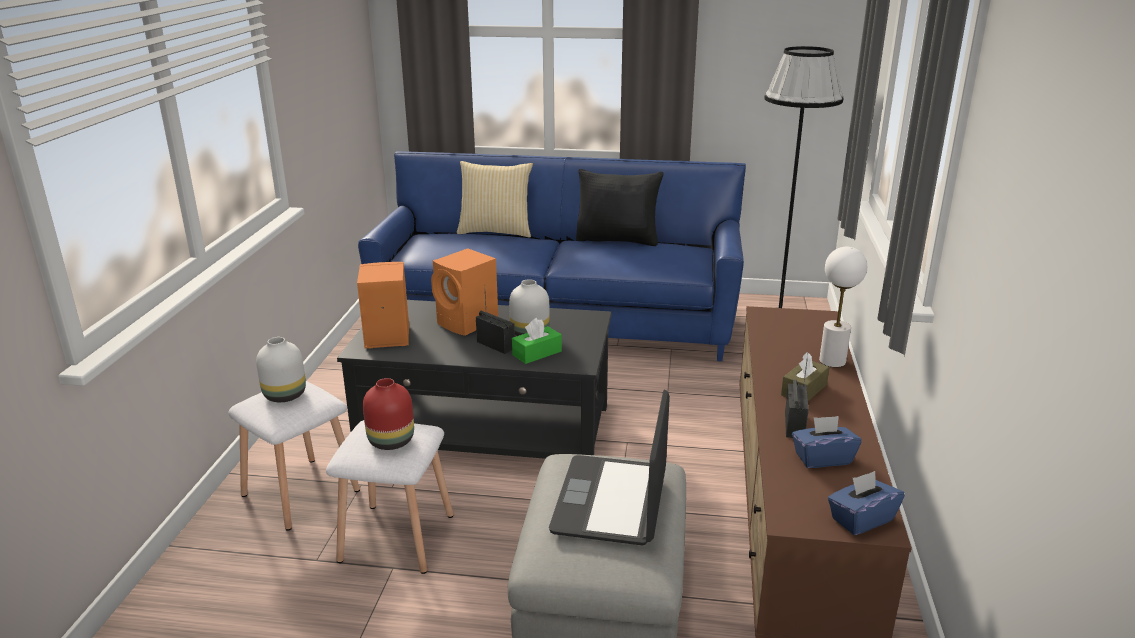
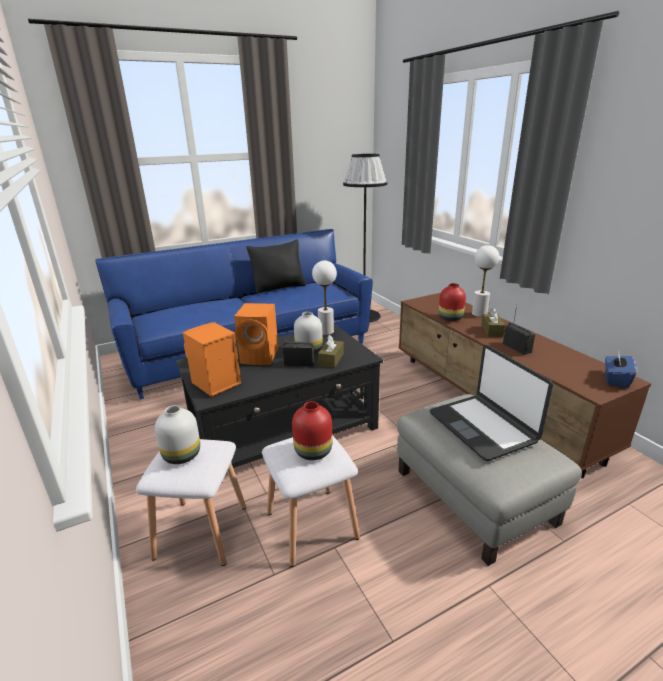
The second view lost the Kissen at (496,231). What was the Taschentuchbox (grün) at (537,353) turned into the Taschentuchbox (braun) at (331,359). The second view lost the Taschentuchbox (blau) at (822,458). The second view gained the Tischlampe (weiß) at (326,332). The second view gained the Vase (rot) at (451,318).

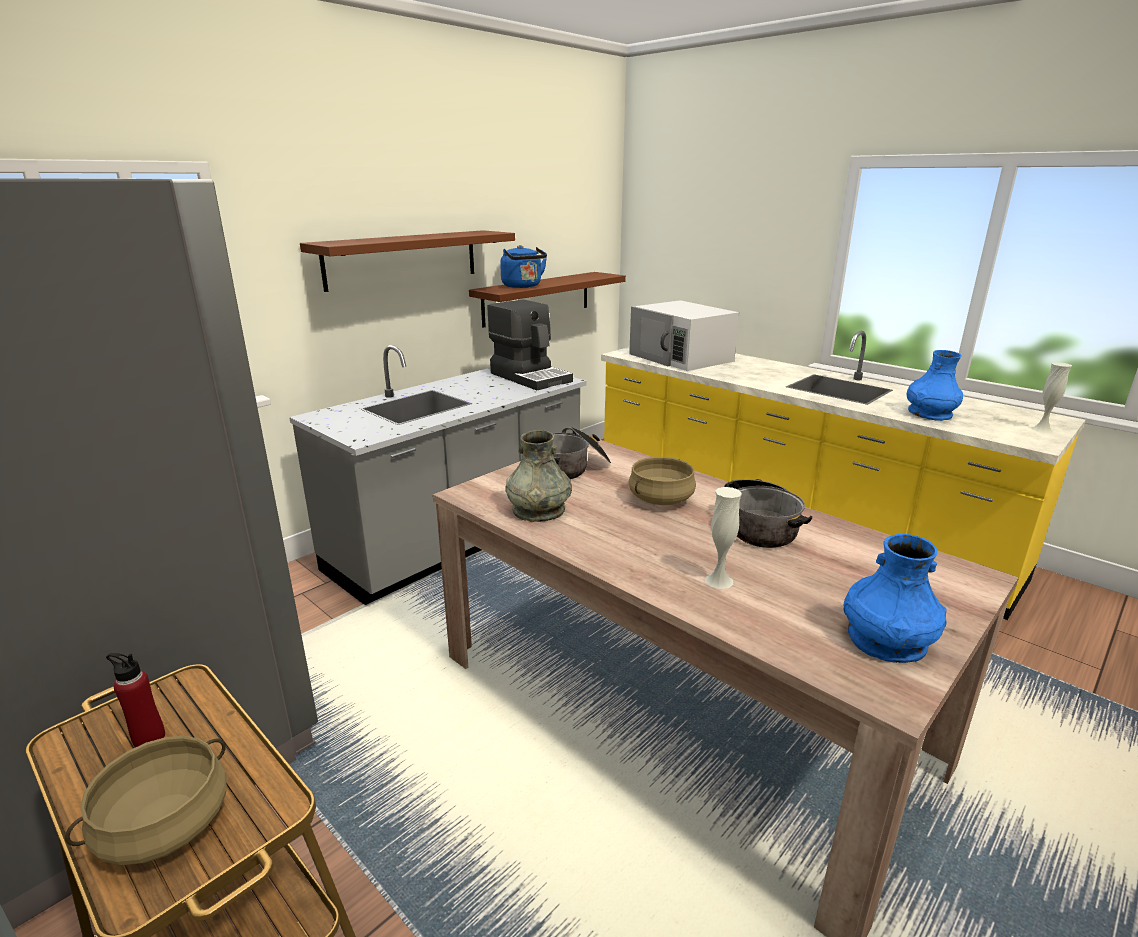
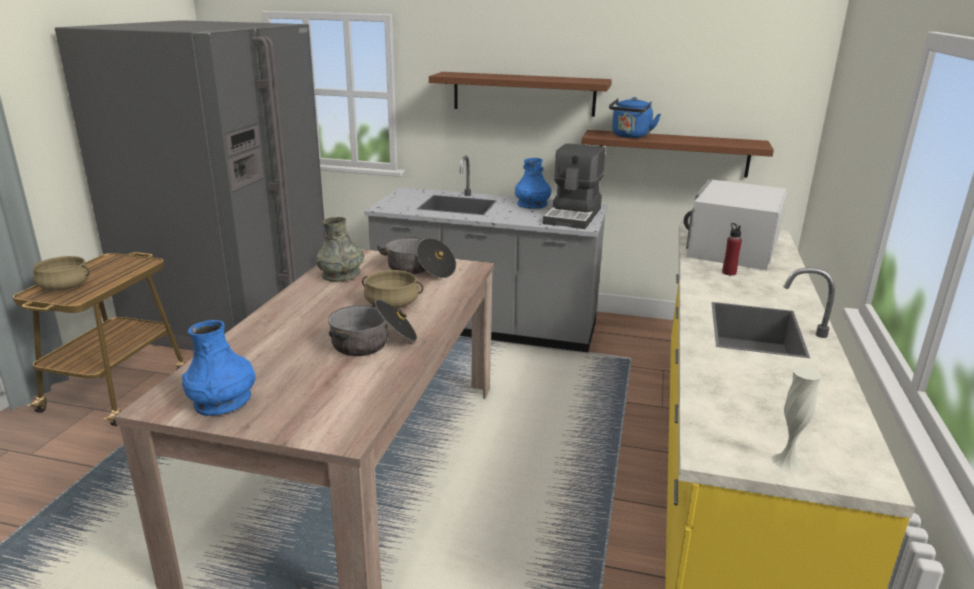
The Flasche (rot) ended up elsewhere, having gone from (149,738) to (729,273). The second view lost the Vase (weiß) at (719,580). The Vase (blau) ended up elsewhere, having gone from (929,413) to (532,204).

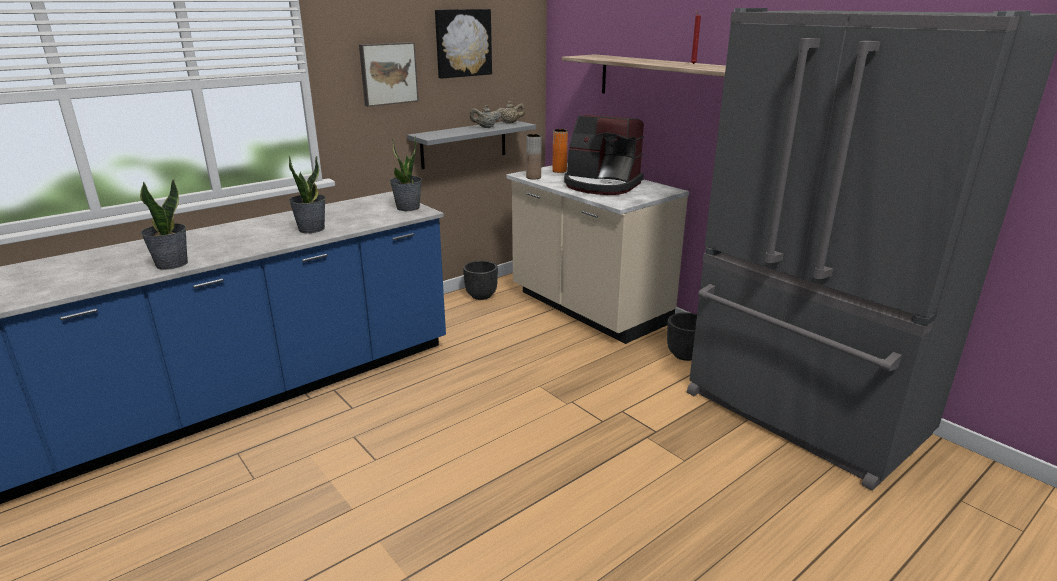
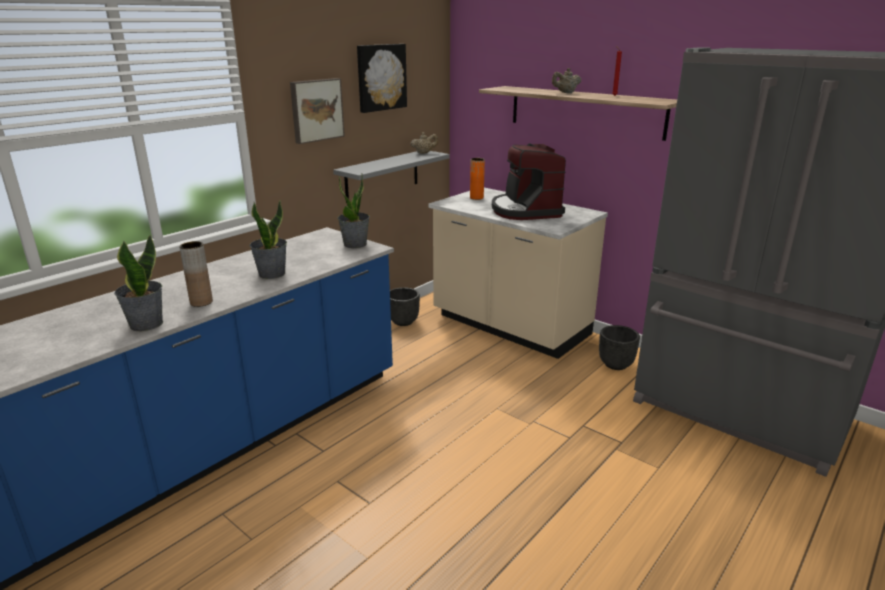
The Teekanne (beige) ended up elsewhere, having gone from (485,127) to (565,93). The Vase (braun) ended up elsewhere, having gone from (533,177) to (201,302). The Kaffeemaschine at (601,185) ended up facing another way, 60 degrees clockwise from before.

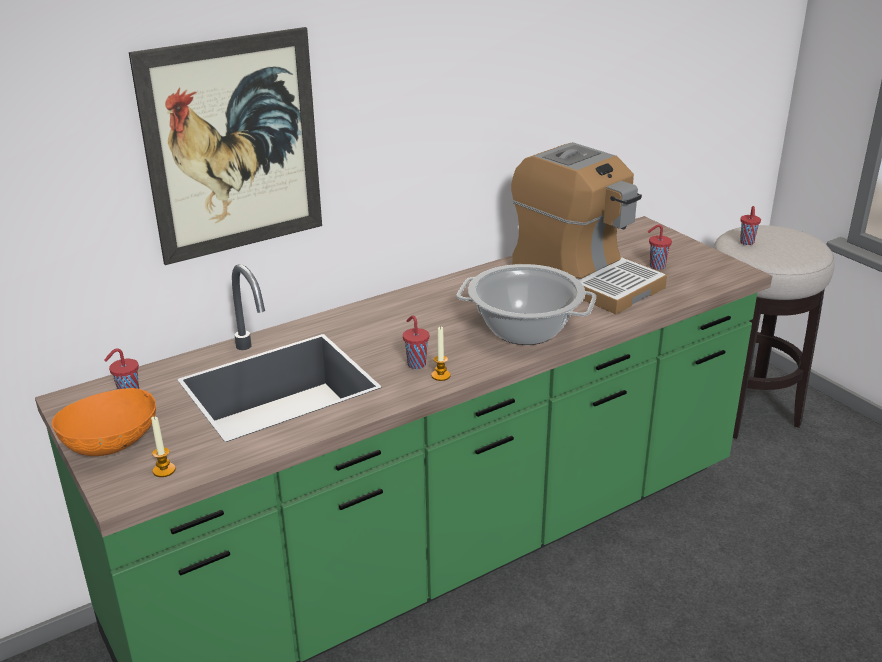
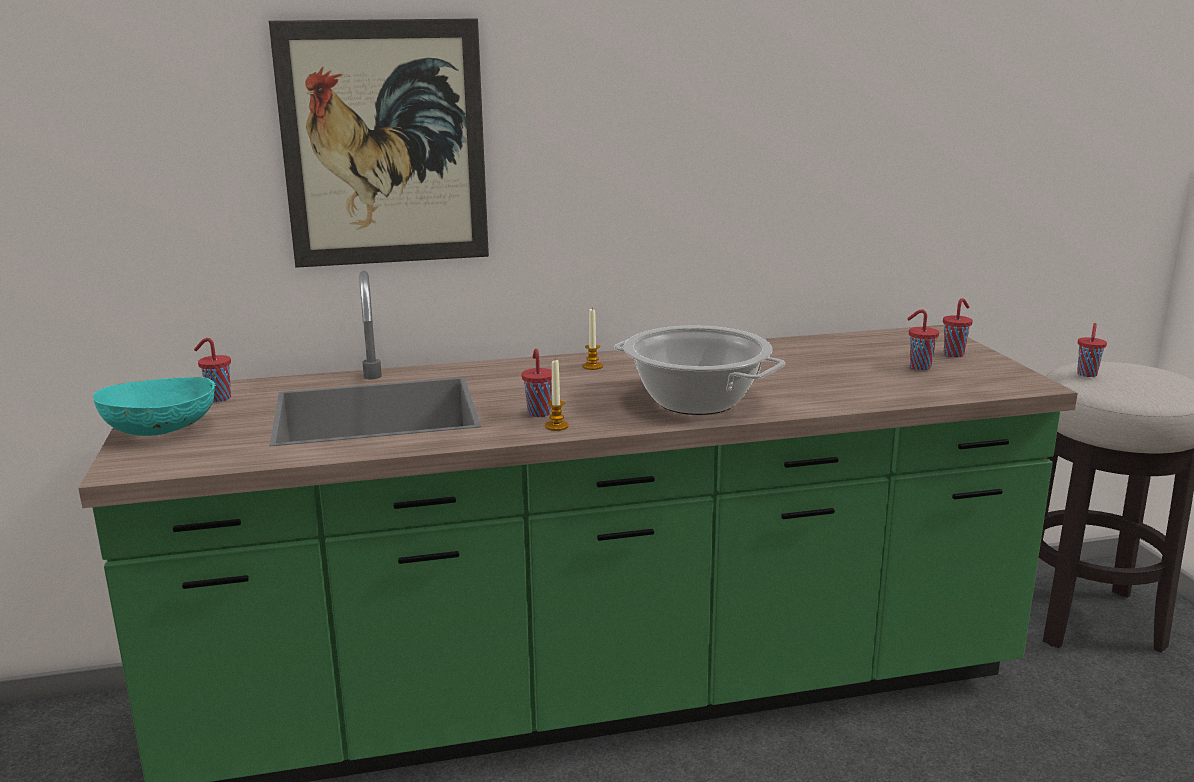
What was the Schüssel (orange) at (111,443) turned into the Schüssel (türkis) at (161,430). The Kerze ended up elsewhere, having gone from (164,470) to (592,366). The second view lost the Kaffeemaschine at (583,277). The second view gained the Tasse (rot) at (954,354).

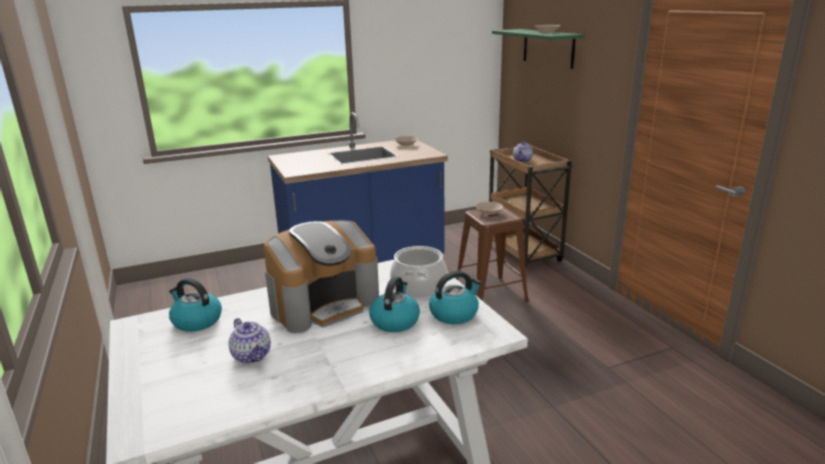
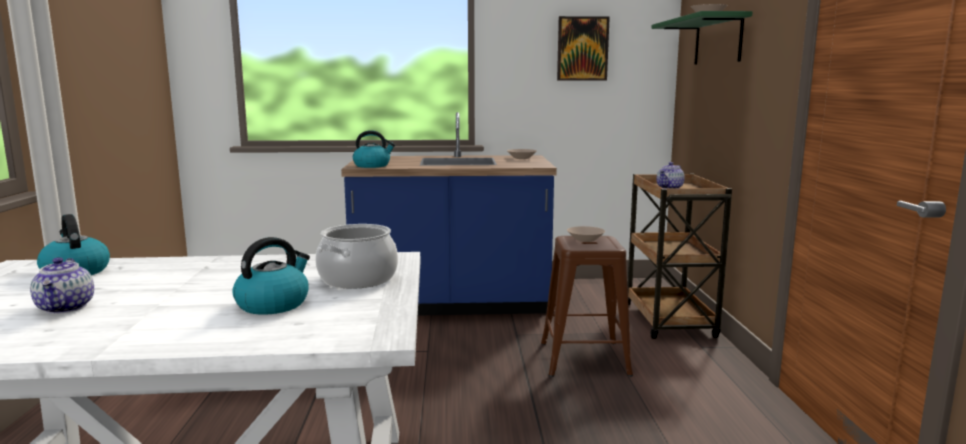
The second view lost the Kaffeemaschine at (324,304). The Wasserkessel ended up elsewhere, having gone from (454,314) to (372,165). The second view gained the Bild at (582,48).

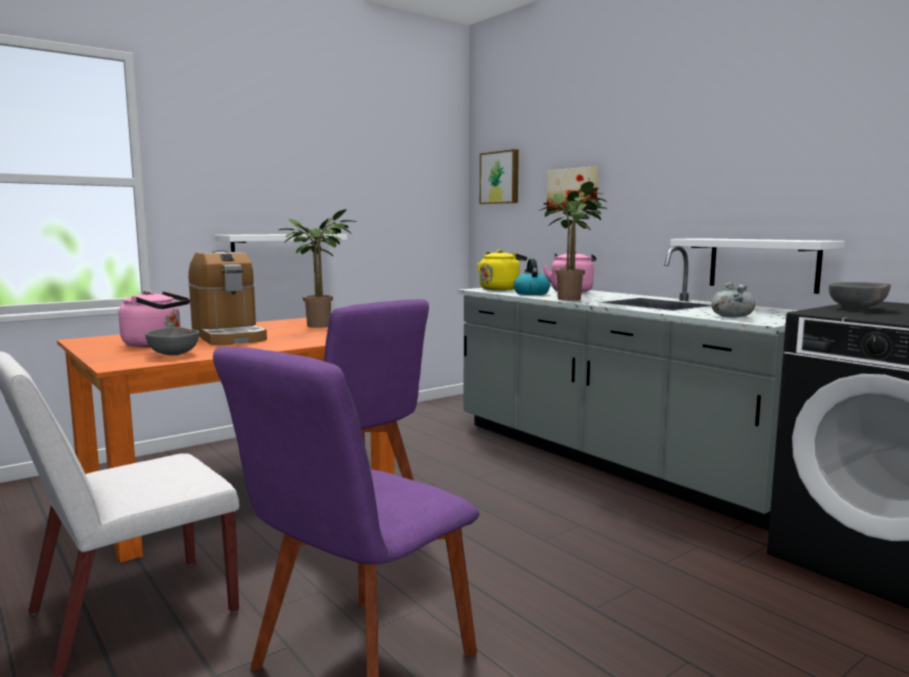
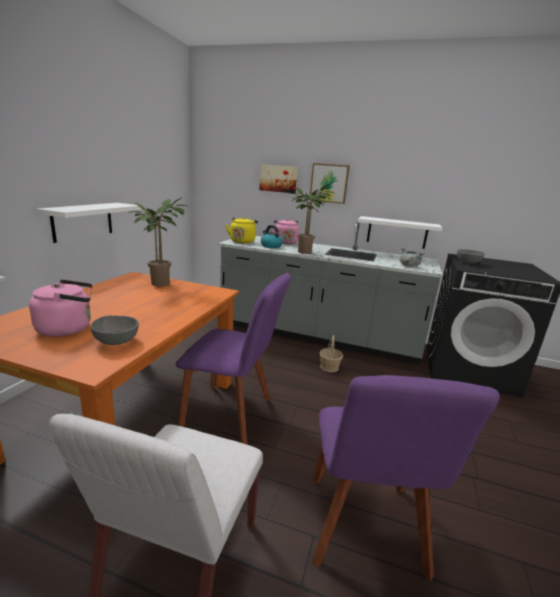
The second view lost the Kaffeemaschine at (228,336). The Bild ended up elsewhere, having gone from (500,177) to (329,183). The second view gained the Korb at (329,367).

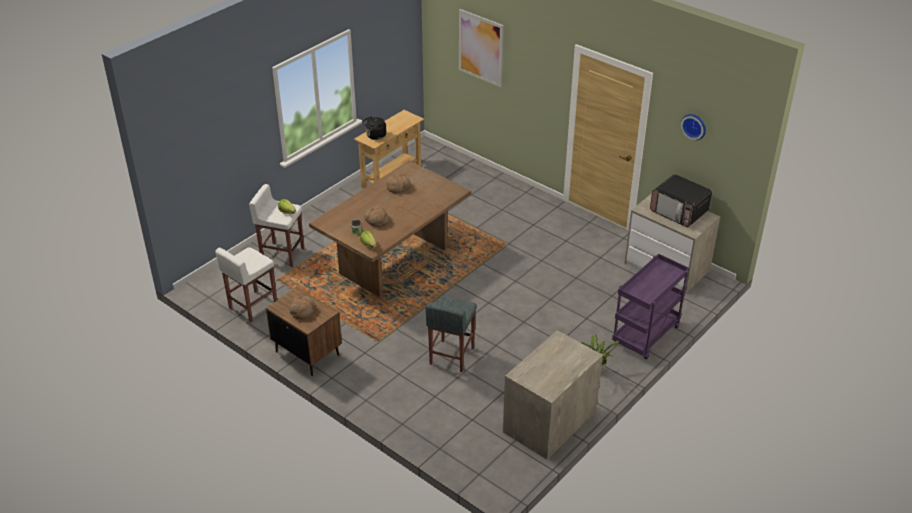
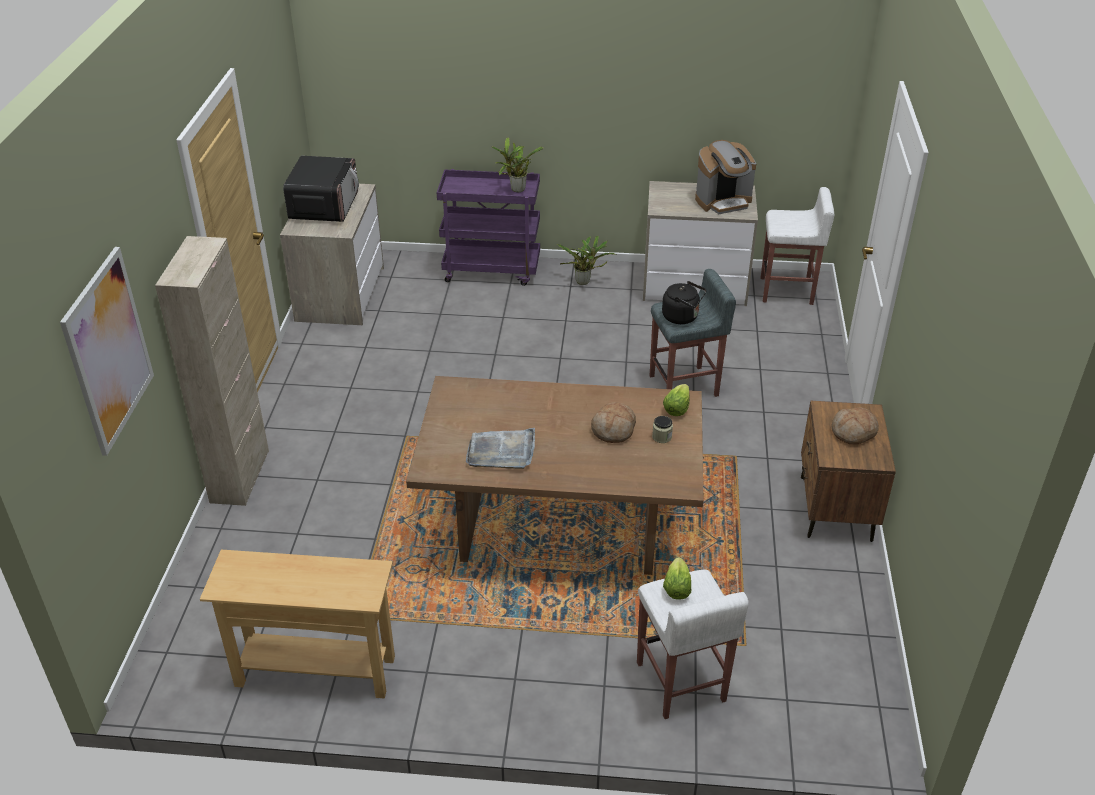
The Hocker (weiß) ended up elsewhere, having gone from (252,306) to (787,291). The Wasserkessel (schwarz) ended up elsewhere, having gone from (375,136) to (682,317). Where the Brot stood at (398,187), the Tablett (grau) came to stand at (501,451). The second view lost the Wanduhr at (694,126). The second view gained the Schrank (beige) at (240,476). The second view gained the Topfpflanze at (516,190). The second view gained the Kaffeemaschine at (723,201).

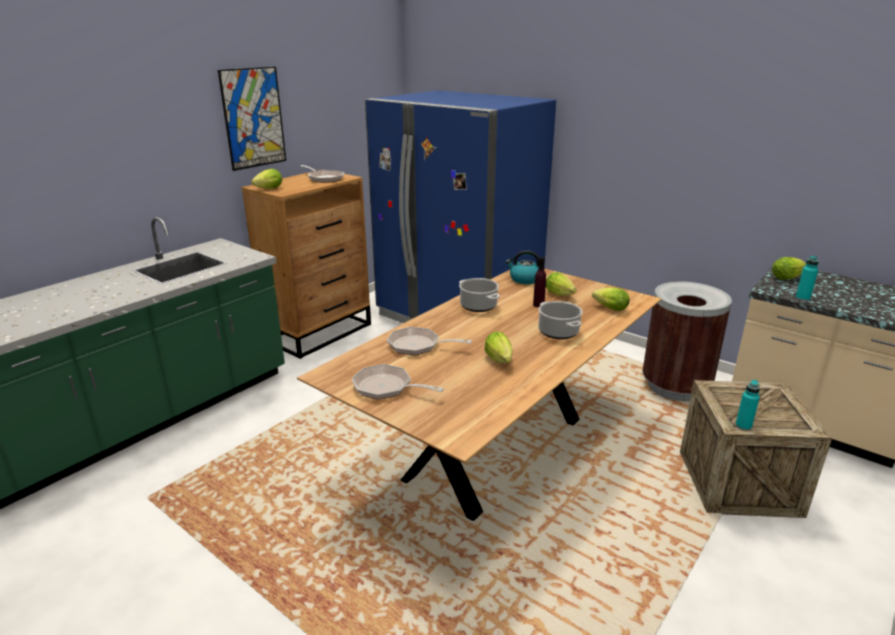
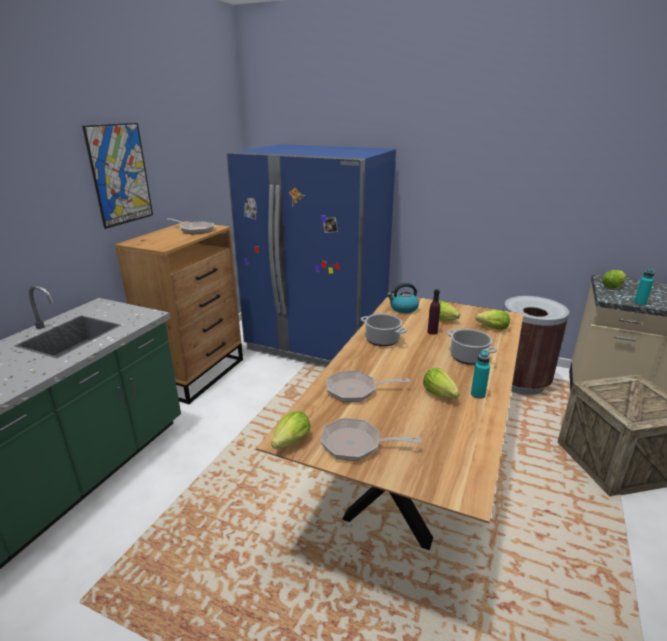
The Salatkopf ended up elsewhere, having gone from (267,189) to (289,443). The Flasche (türkis) ended up elsewhere, having gone from (743,426) to (478,394).

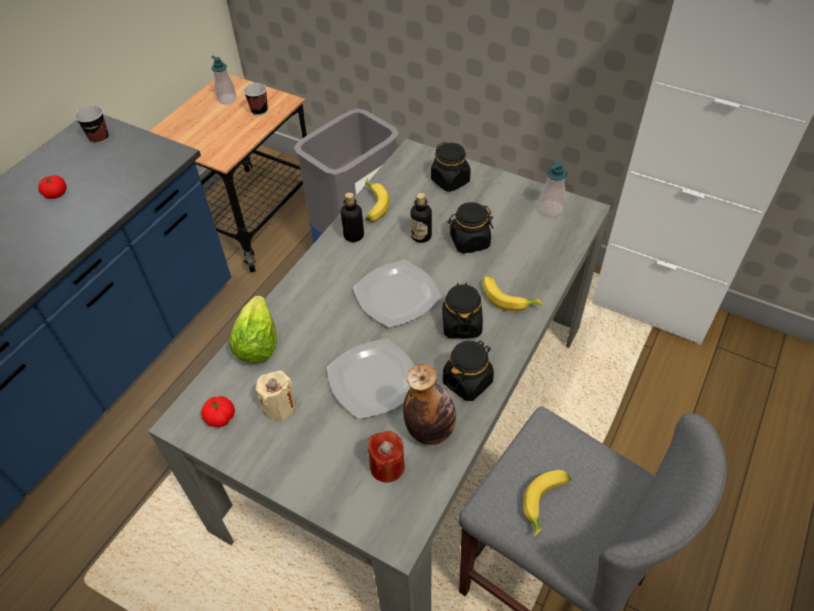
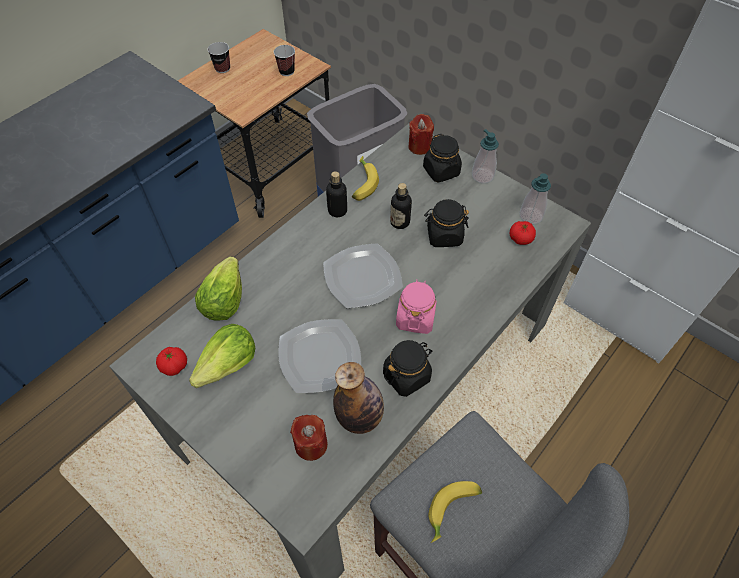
The Tomate ended up elsewhere, having gone from (56,194) to (520,238). The Tasse ended up elsewhere, having gone from (99,138) to (222,68). The Seifenspender ended up elsewhere, having gone from (227,99) to (482,176). Where the Kerze (beige) stood at (279,406), the Salatkopf came to stand at (228,365). What was the Vorratsglas (schwarz) at (461,324) turned into the Vorratsglas (rosa) at (415,318). The second view lost the Banane at (508,297). The second view gained the Kerze (rot) at (420,146).

